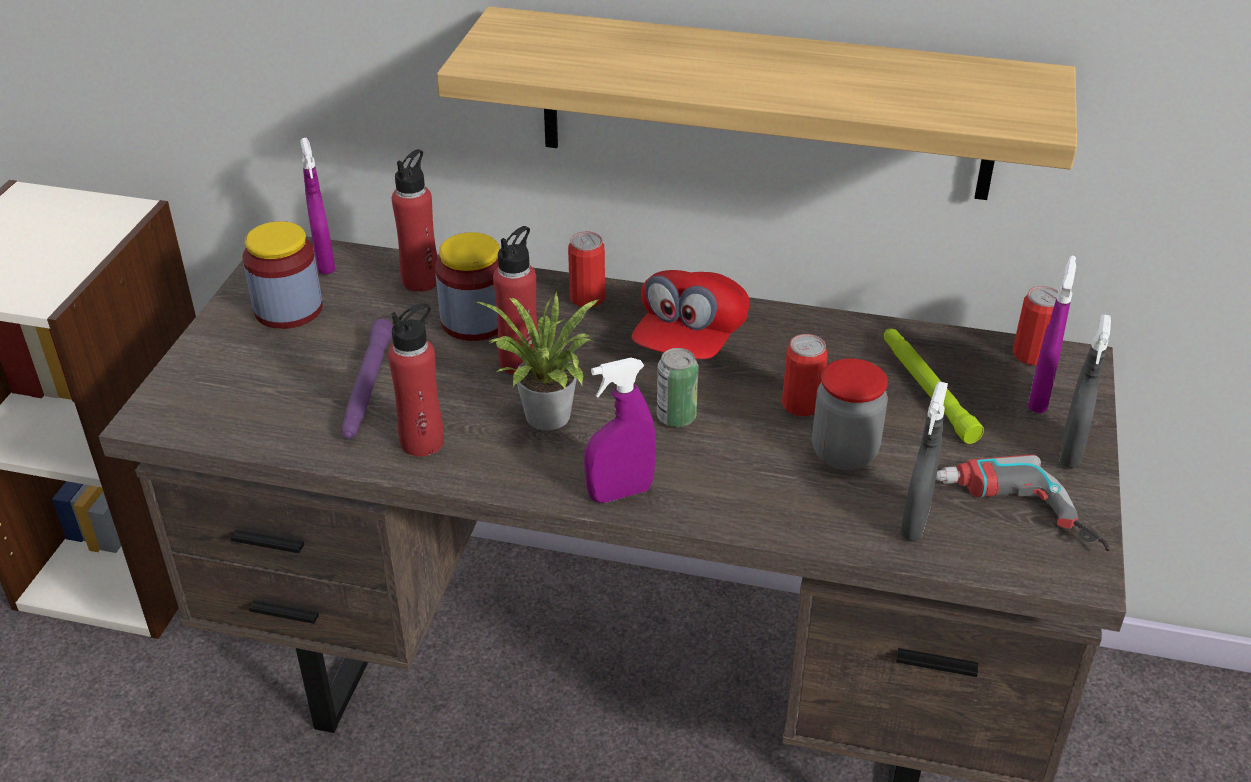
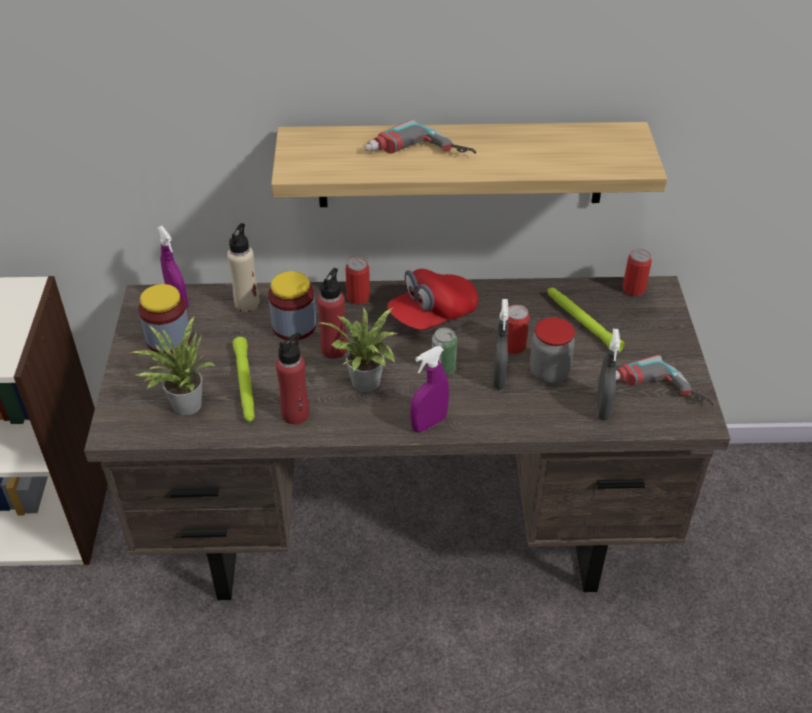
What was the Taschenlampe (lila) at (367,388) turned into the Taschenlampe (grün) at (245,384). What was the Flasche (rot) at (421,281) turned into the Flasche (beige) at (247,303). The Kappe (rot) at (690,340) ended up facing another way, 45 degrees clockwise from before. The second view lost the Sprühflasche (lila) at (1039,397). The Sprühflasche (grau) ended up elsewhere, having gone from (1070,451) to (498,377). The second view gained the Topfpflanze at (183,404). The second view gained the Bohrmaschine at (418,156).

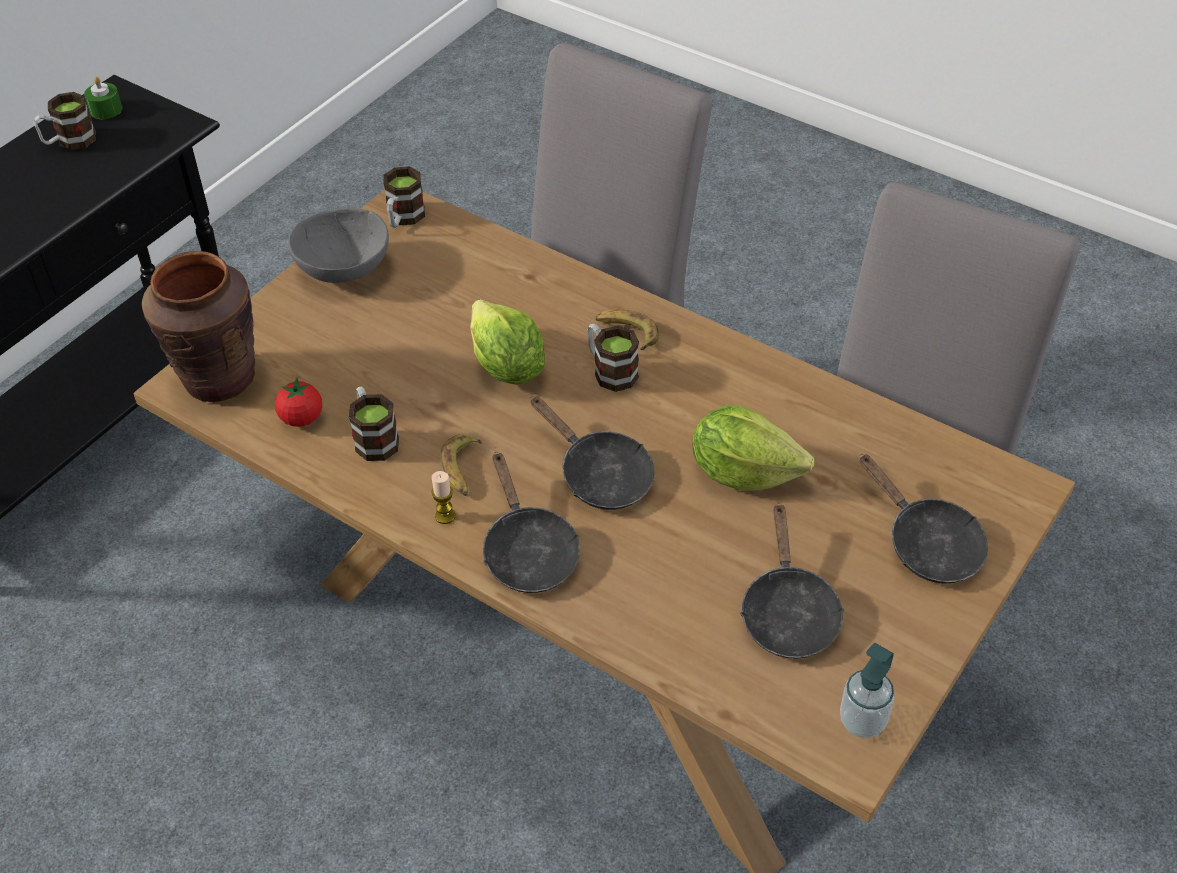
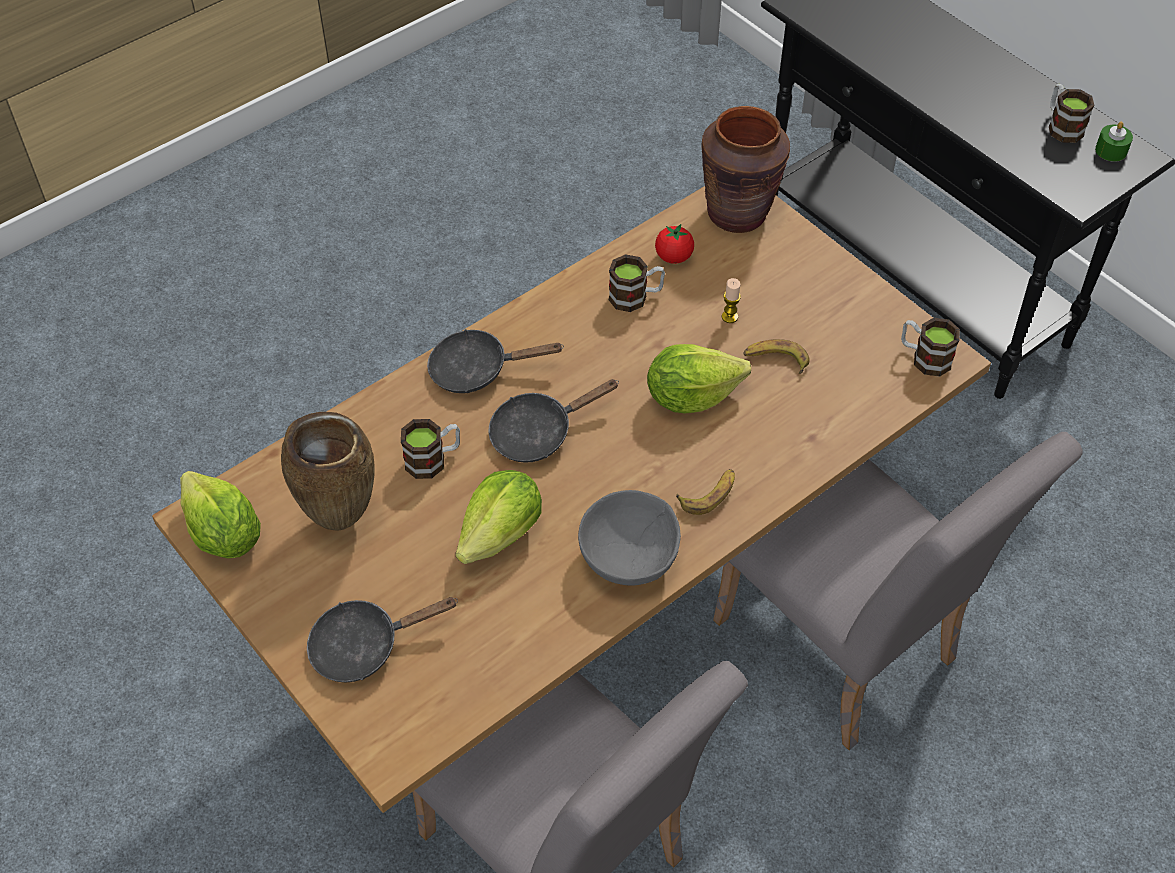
The Schüssel (grau) ended up elsewhere, having gone from (342,269) to (629,557). The Kerze ended up elsewhere, having gone from (445,516) to (729,317). The Banane ended up elsewhere, having gone from (462,470) to (775,360). The Henkelbecher ended up elsewhere, having gone from (610,370) to (433,459). Where the Pfanne (schwarz) stood at (788,613), the Vase (braun) came to stand at (342,520). Where the Seifenspender stood at (862,721), the Salatkopf came to stand at (223,535).

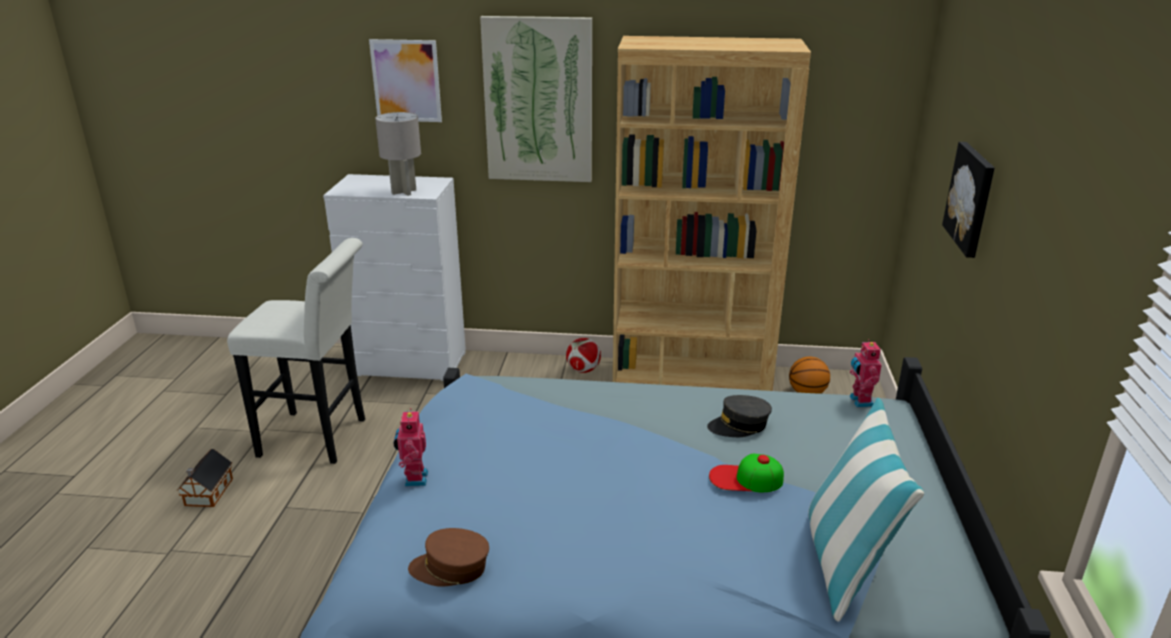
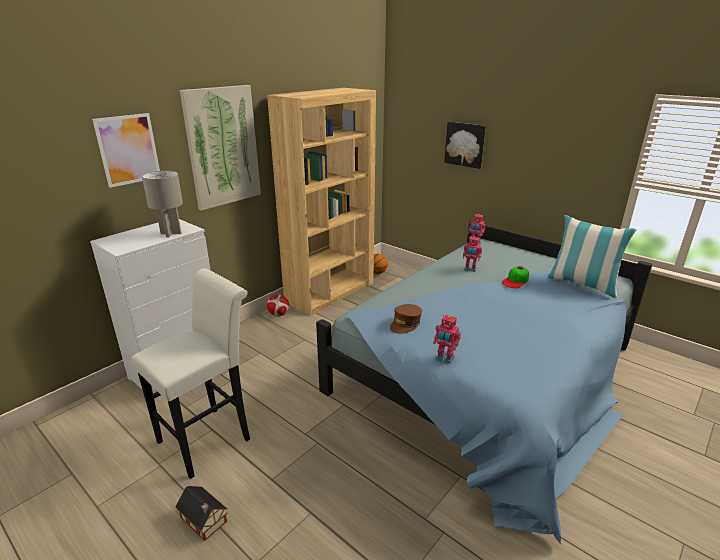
The Kappe (braun) ended up elsewhere, having gone from (450,568) to (405,324). Where the Kappe (grau) stood at (739,425), the Spielzeugroboter came to stand at (470,269).

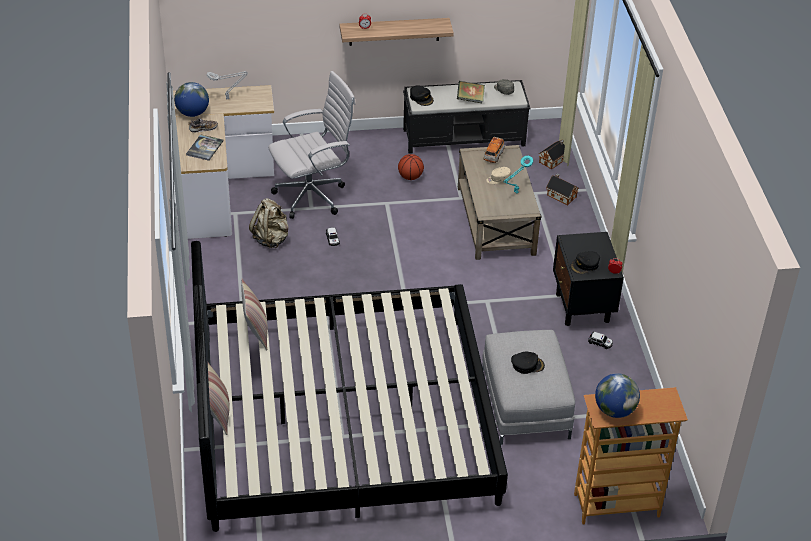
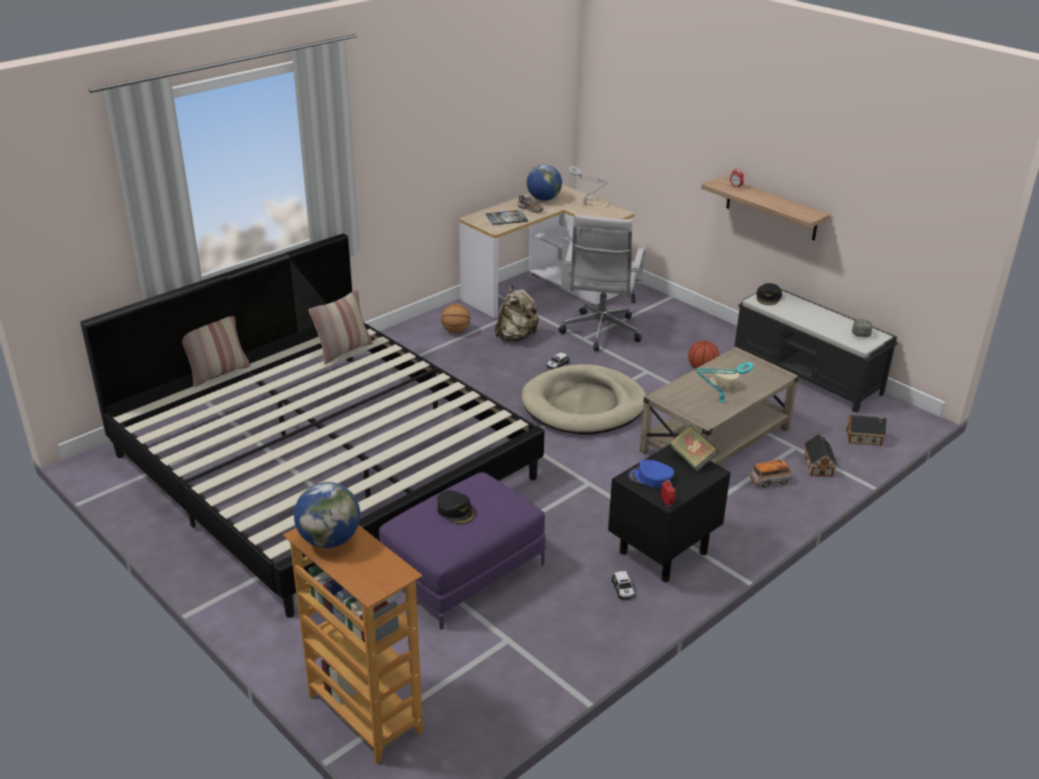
The Bürostuhl (weiß) at (313,196) ended up facing another way, 75 degrees clockwise from before. The Buch ended up elsewhere, having gone from (470,99) to (692,459). What was the Polsterhocker (grau) at (524,403) turned into the Polsterhocker (lila) at (463,571). The Spielzeugauto ended up elsewhere, having gone from (493,156) to (769,481). What was the Kappe (schwarz) at (585,265) turned into the Kappe (blau) at (650,477). The second view gained the Basketball at (456,331). The second view gained the Hundebett (beige) at (584,405).

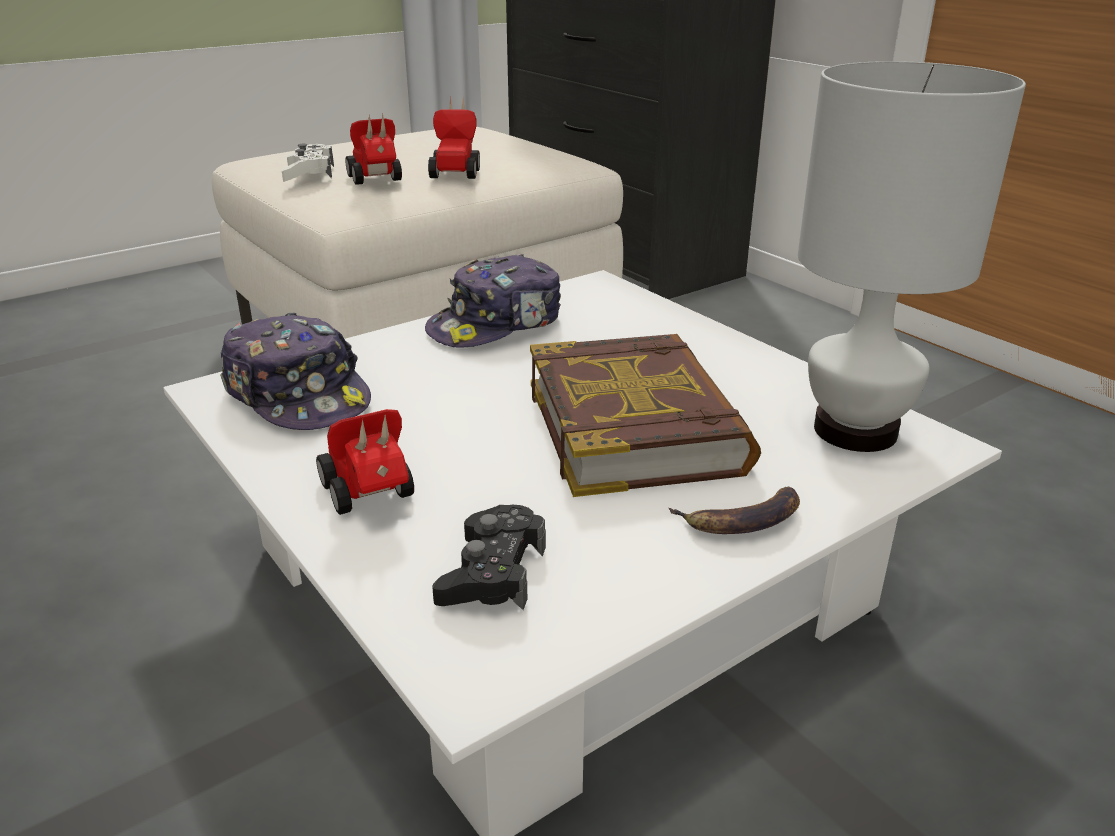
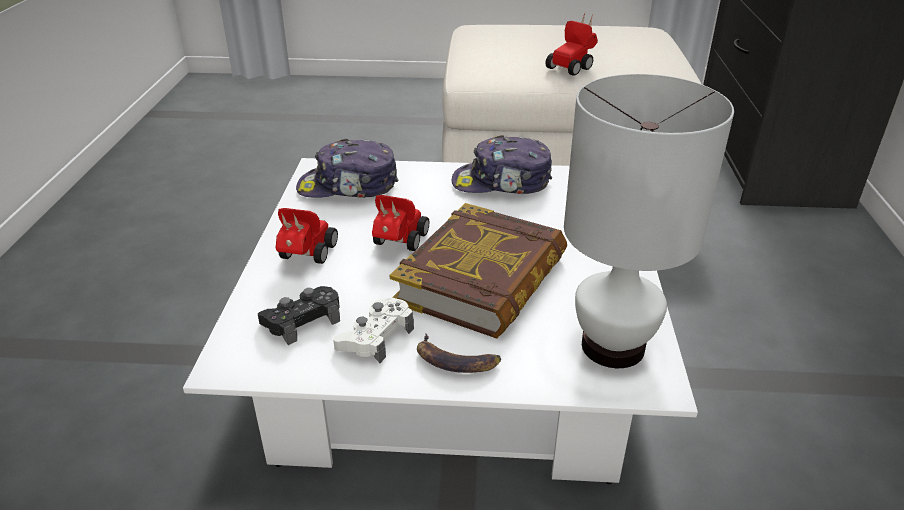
The Kappe at (298,395) ended up facing another way, 90 degrees clockwise from before. The Gamepad (weiß) ended up elsewhere, having gone from (309,173) to (376,337). The Spielzeugauto ended up elsewhere, having gone from (376,181) to (398,244).

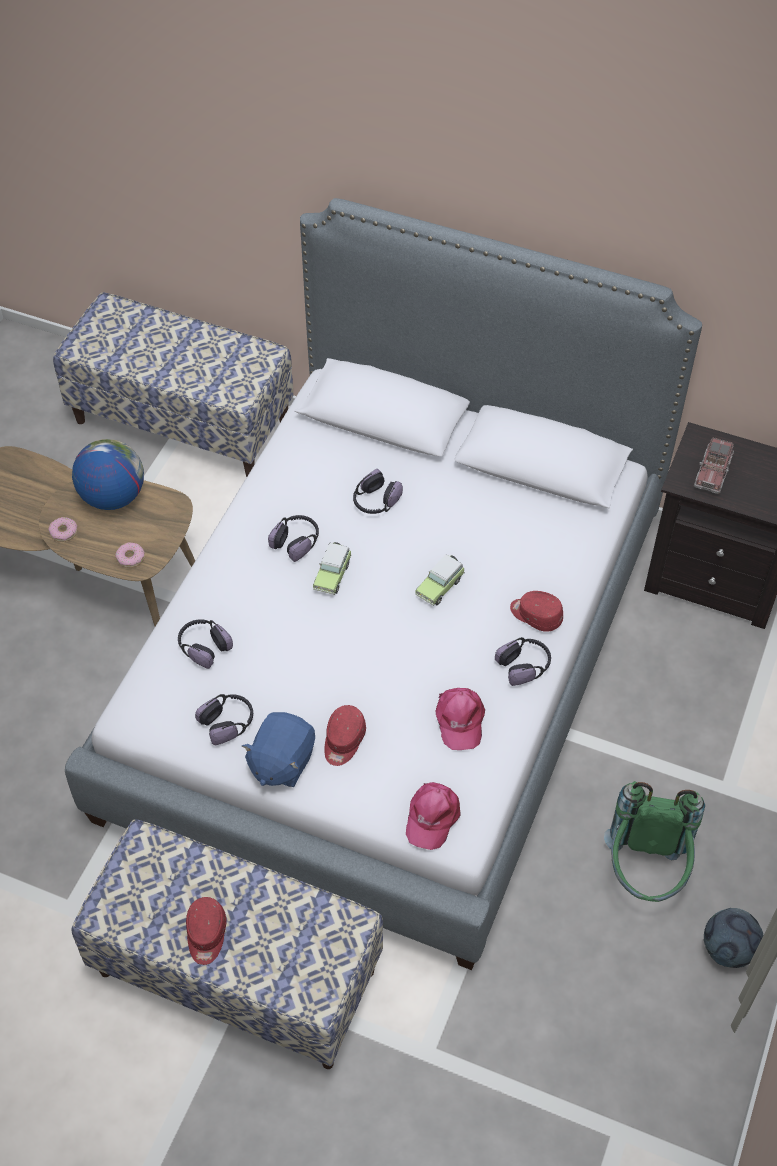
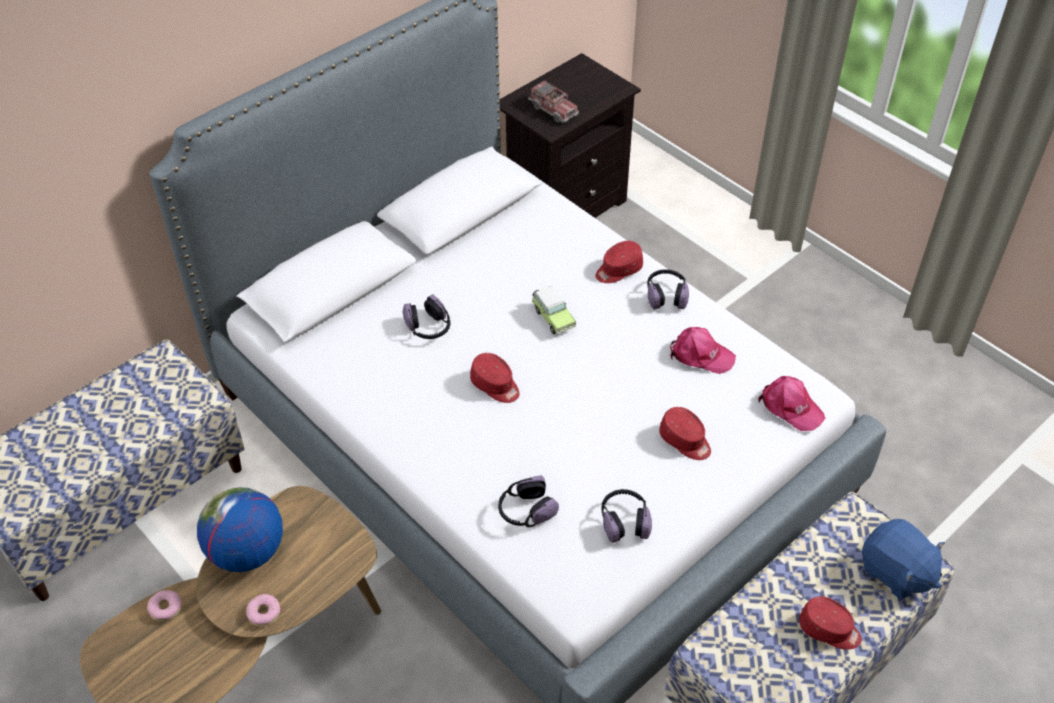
The Donut ended up elsewhere, having gone from (130,558) to (166,608). The Plüschtier (blau) ended up elsewhere, having gone from (281,762) to (896,572). The second view lost the Kopfhörer at (296,542). Where the Spielzeugauto stood at (333,574), the Kappe (rot) came to stand at (495,385). The second view lost the Rucksack (grün) at (645,874). The second view lost the Fußball at (728,949).

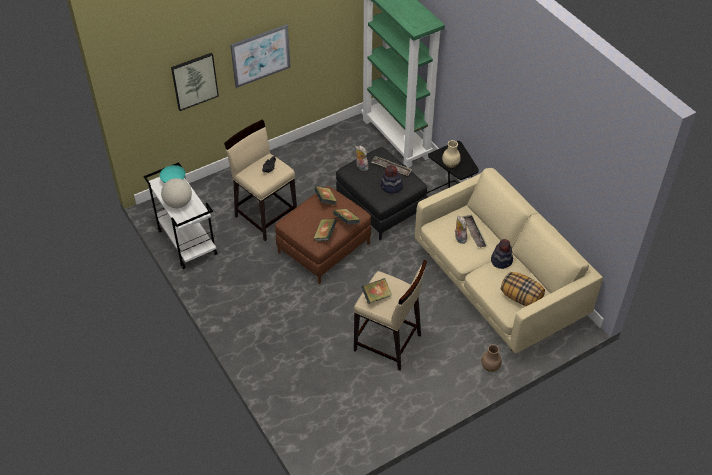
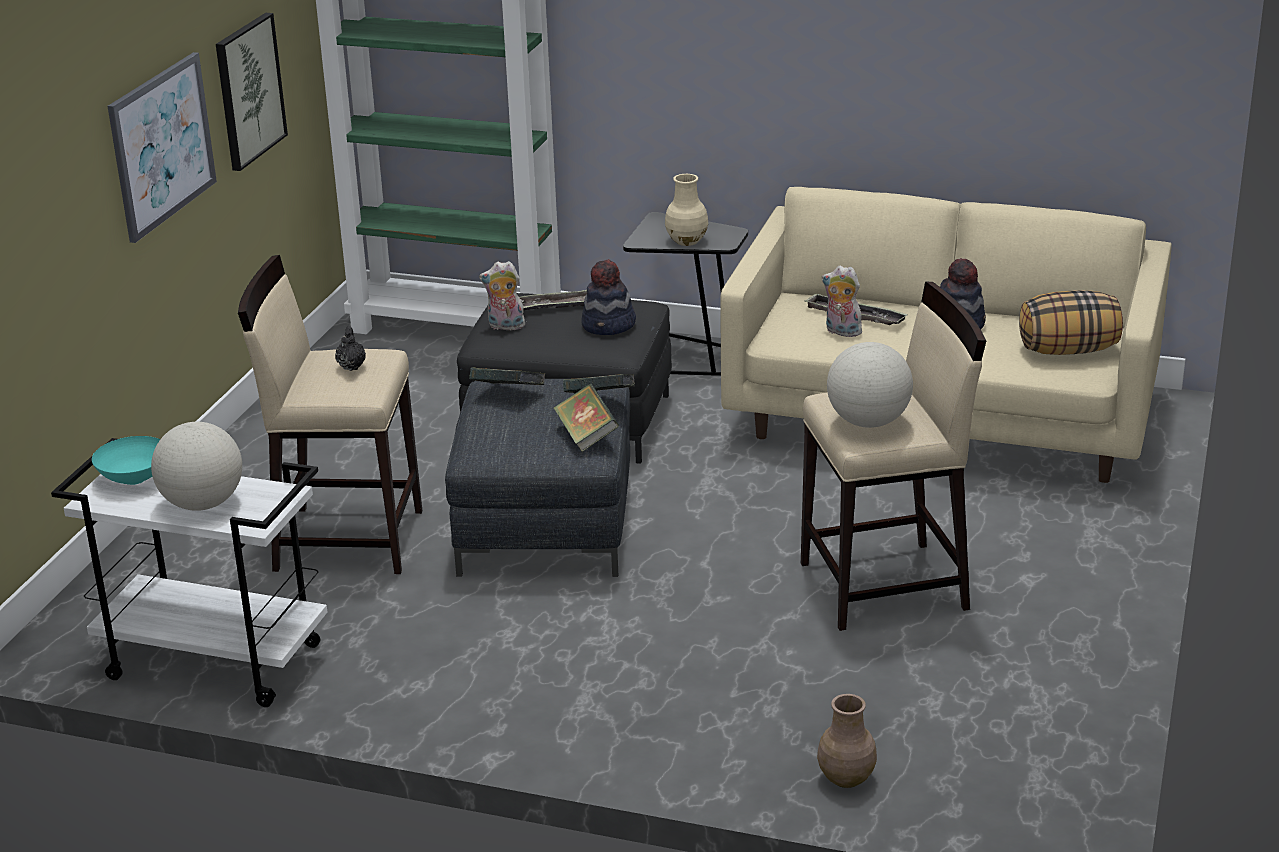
The Bild ended up elsewhere, having gone from (194,81) to (248,91). What was the Polsterhocker (braun) at (324,248) turned into the Polsterhocker (grau) at (544,524). Where the Buch stood at (376,296), the Globus came to stand at (868,422). The Vase (braun) ended up elsewhere, having gone from (490,367) to (846,779).

